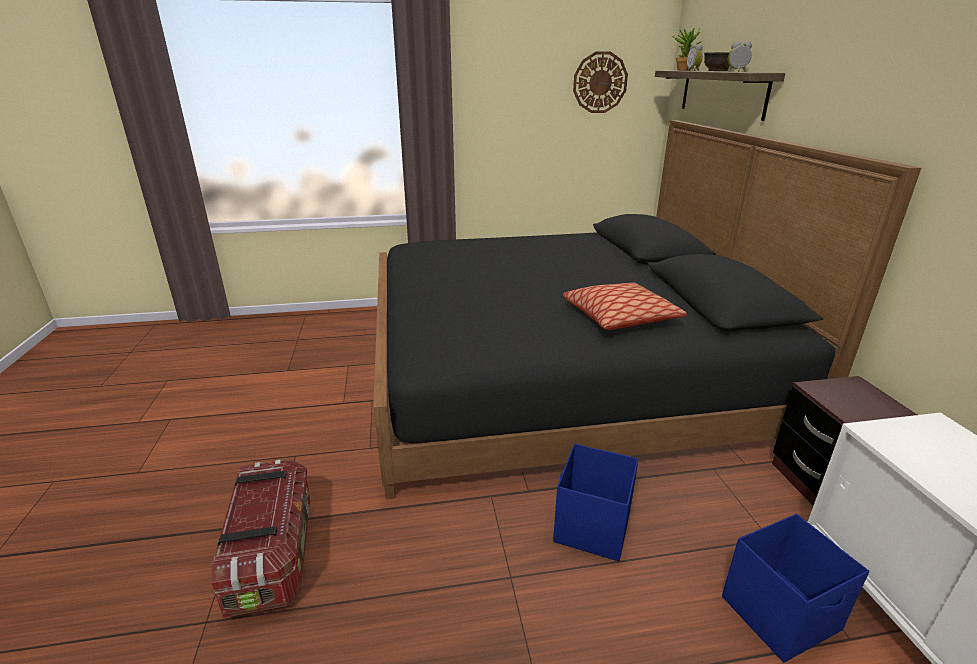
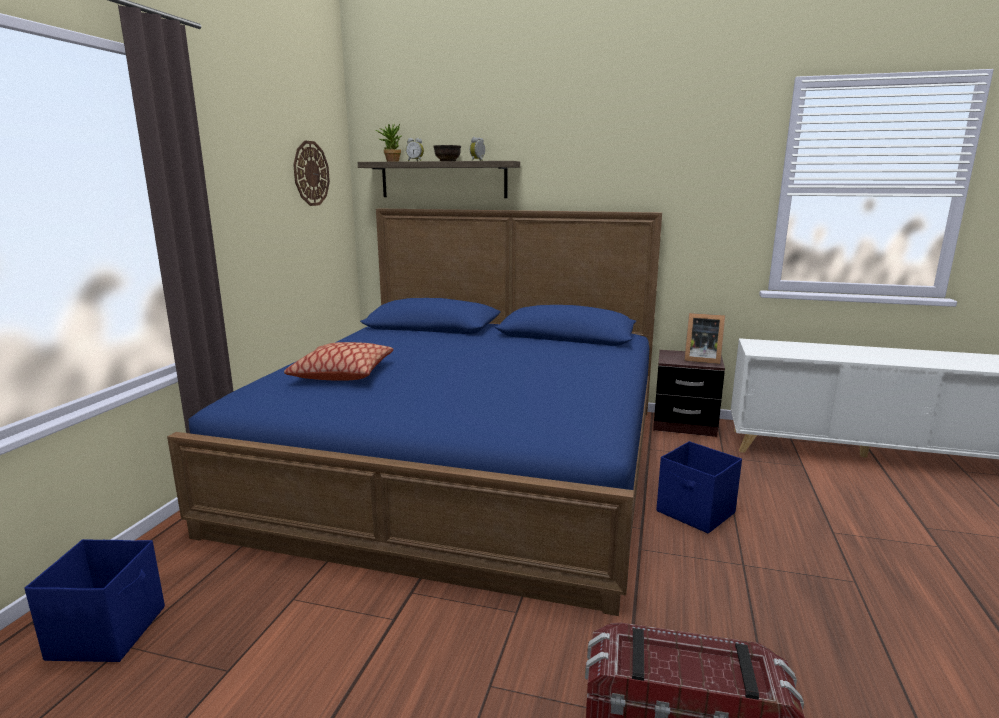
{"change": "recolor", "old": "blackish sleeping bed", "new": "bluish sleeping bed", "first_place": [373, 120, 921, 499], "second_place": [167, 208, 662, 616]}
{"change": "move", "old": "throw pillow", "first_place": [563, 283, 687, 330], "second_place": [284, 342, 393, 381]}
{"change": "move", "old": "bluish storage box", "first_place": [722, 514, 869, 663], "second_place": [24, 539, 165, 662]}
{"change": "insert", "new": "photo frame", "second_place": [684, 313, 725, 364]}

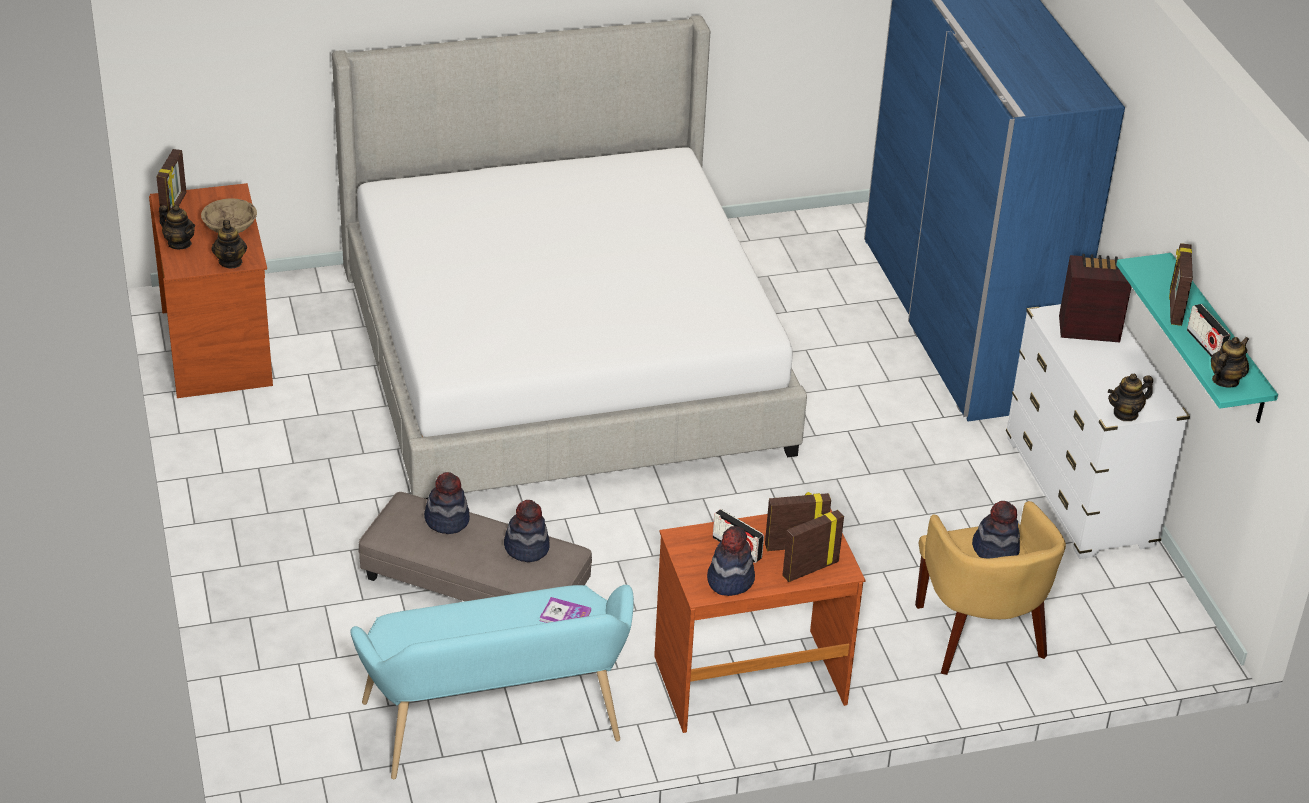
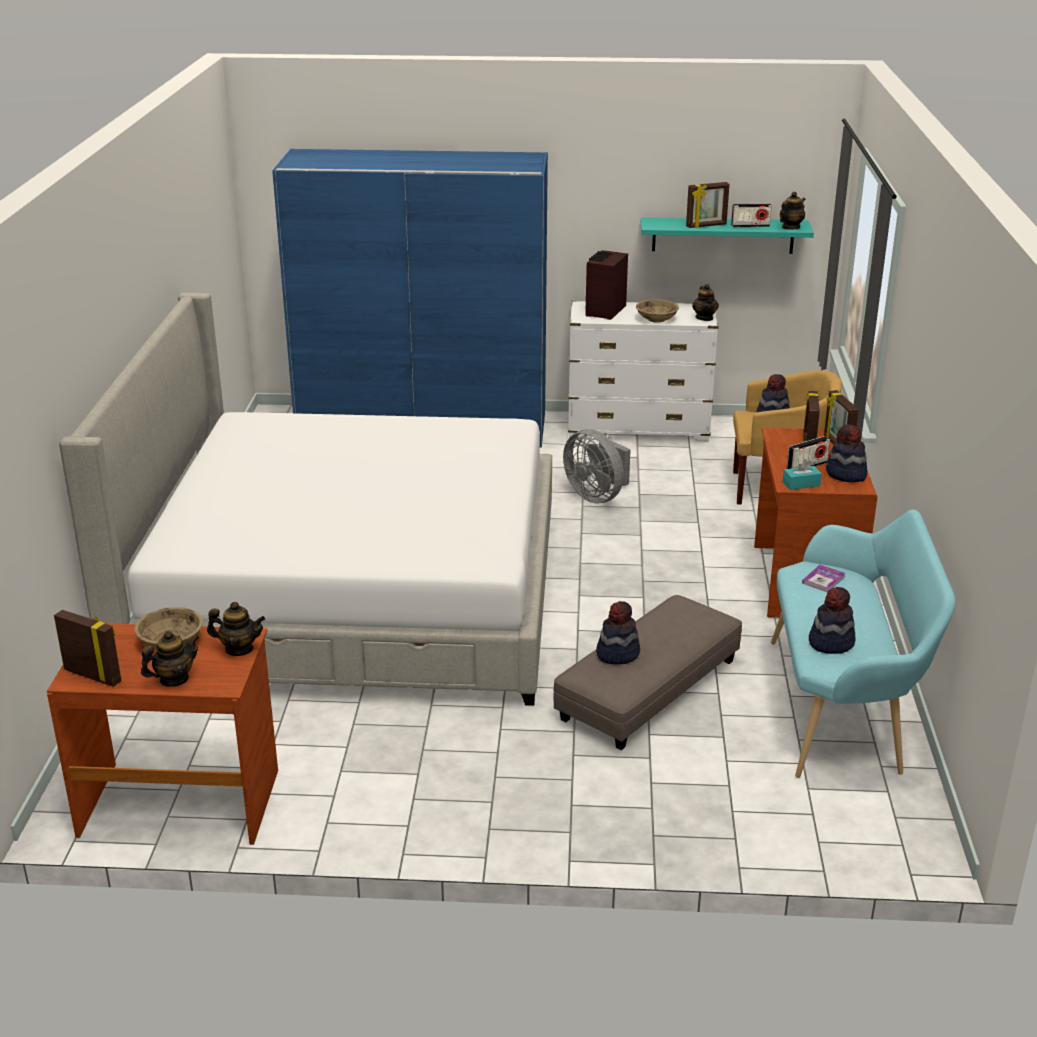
{"change": "rotate", "old": "photo frame", "first_place": [1169, 243, 1193, 326], "second_place": [686, 182, 729, 228], "degrees": -45}
{"change": "rotate", "old": "tea pot", "first_place": [1211, 337, 1249, 388], "second_place": [780, 192, 805, 230], "degrees": 75}
{"change": "move", "old": "hat", "first_place": [504, 500, 550, 562], "second_place": [809, 587, 856, 654]}
{"change": "insert", "new": "beige deep dish", "second_place": [636, 299, 679, 323]}
{"change": "insert", "new": "greyish fan", "second_place": [563, 429, 631, 503]}
{"change": "insert", "new": "turquoise tissue holder", "second_place": [783, 459, 822, 490]}

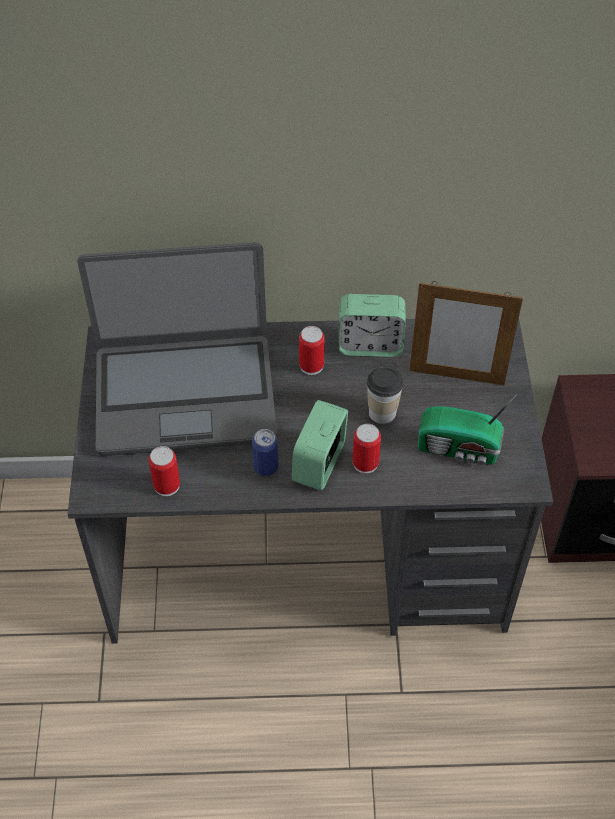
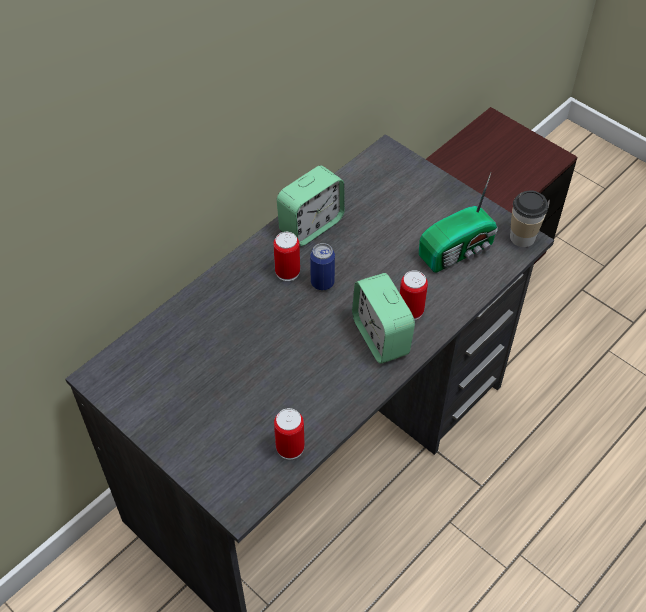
{"change": "delete", "old": "portable computer", "first_place": [77, 242, 277, 456]}
{"change": "delete", "old": "photo frame", "first_place": [410, 281, 523, 385]}
{"change": "move", "old": "drinking cup", "first_place": [367, 367, 403, 424], "second_place": [510, 190, 548, 247]}
{"change": "move", "old": "can", "first_place": [252, 429, 278, 476], "second_place": [310, 243, 335, 290]}

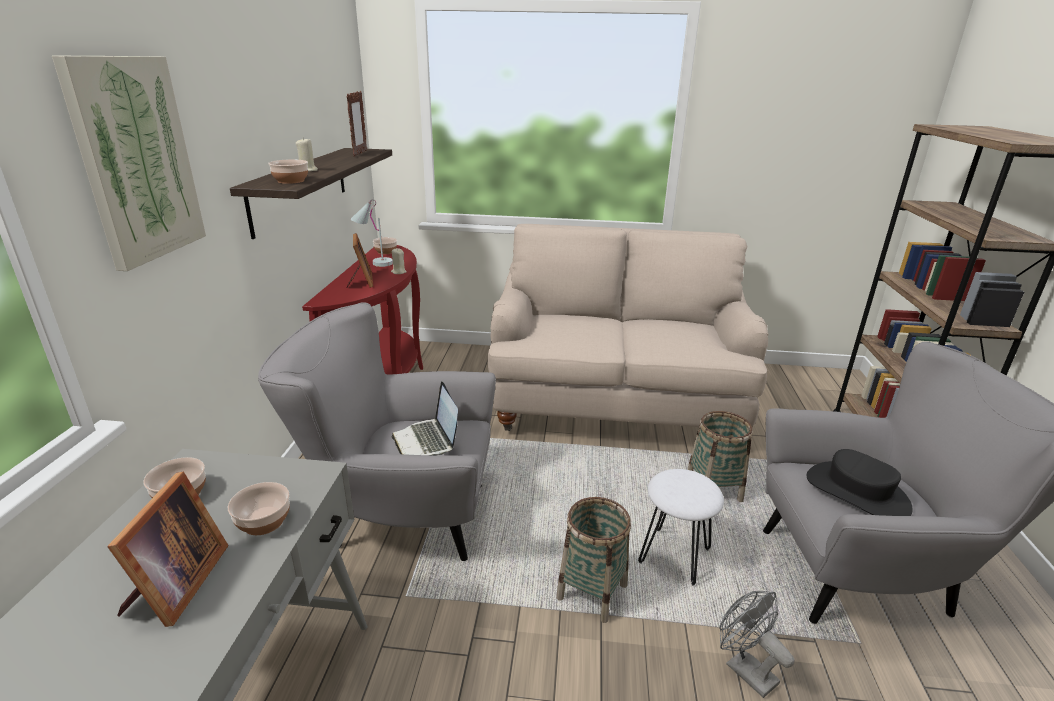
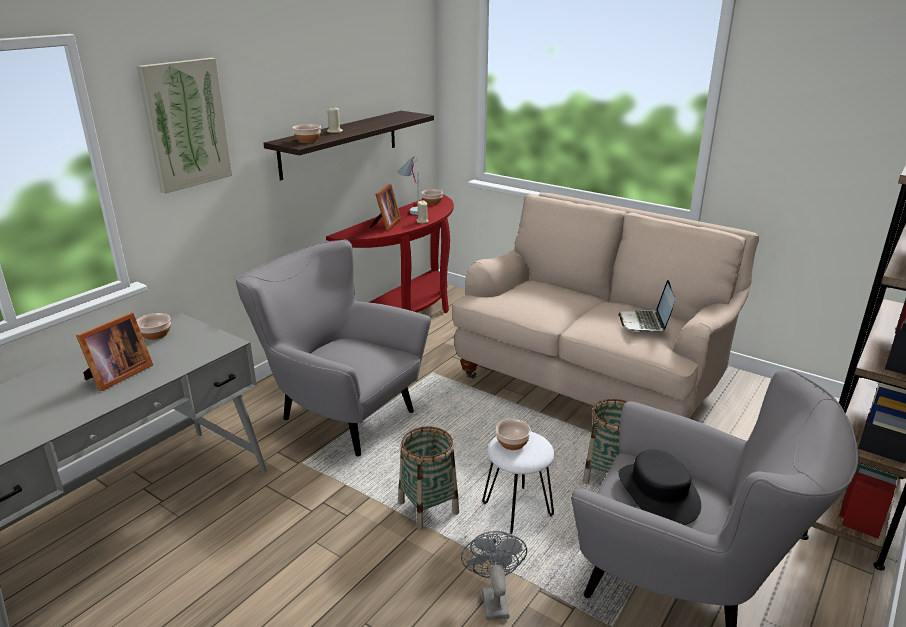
{"change": "delete", "old": "photo frame", "first_place": [346, 91, 367, 156]}
{"change": "move", "old": "portable computer", "first_place": [391, 382, 458, 455], "second_place": [618, 280, 675, 332]}
{"change": "move", "old": "deep dish", "first_place": [228, 482, 290, 535], "second_place": [496, 419, 531, 450]}

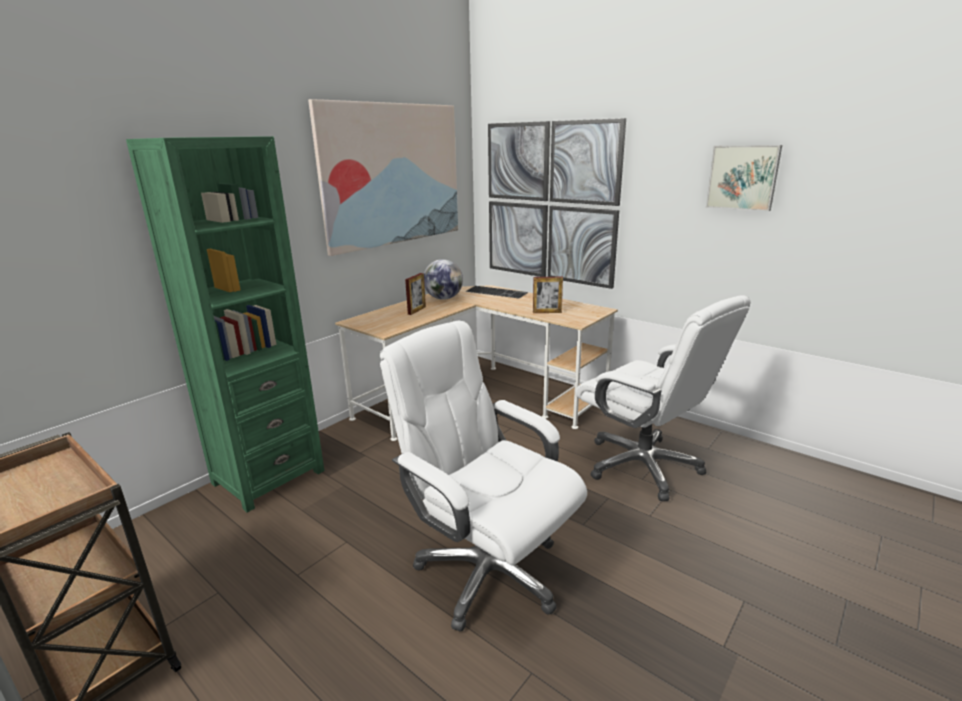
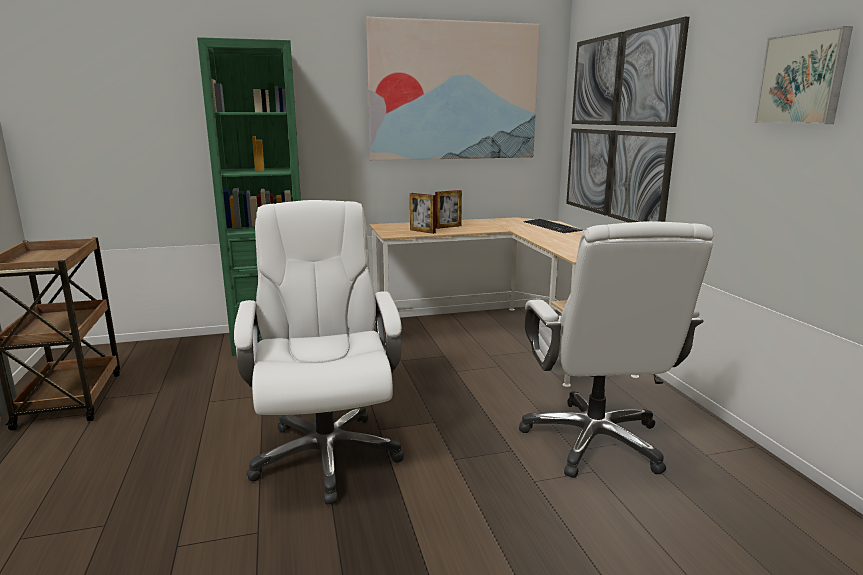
{"change": "delete", "old": "world globe", "first_place": [424, 259, 463, 300]}
{"change": "move", "old": "photo frame", "first_place": [533, 277, 563, 313], "second_place": [410, 193, 436, 234]}

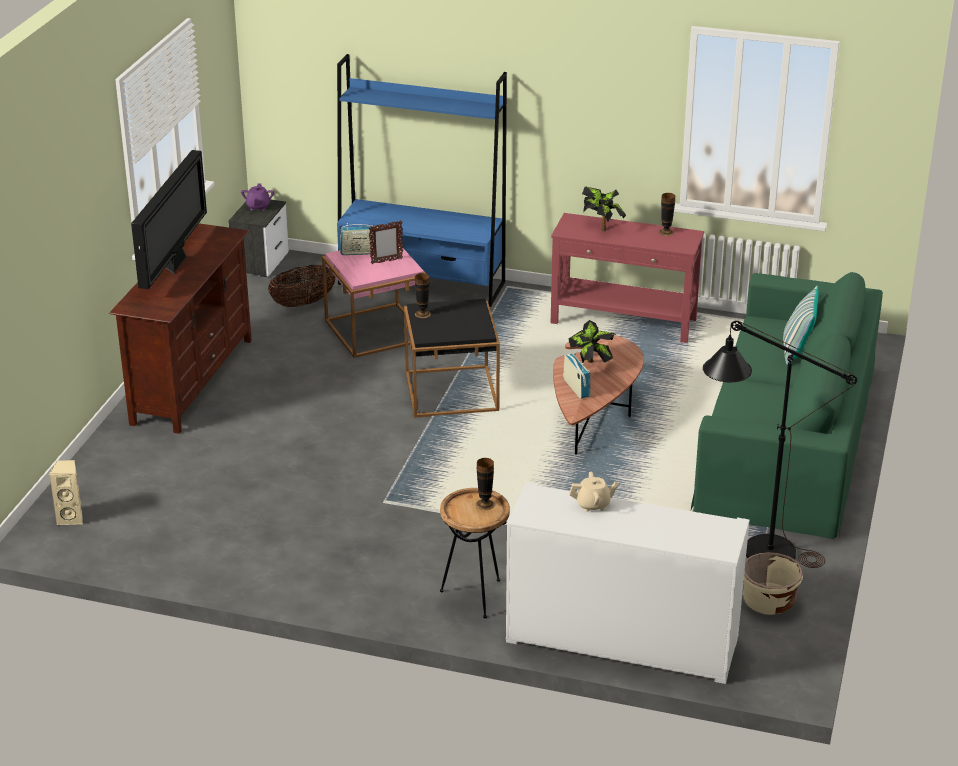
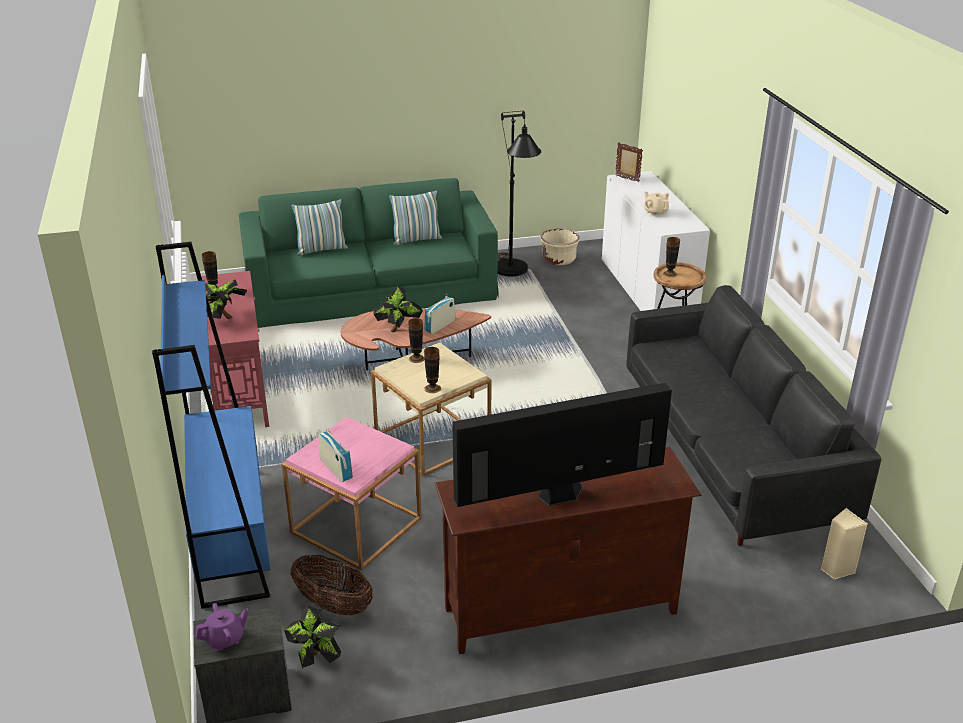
{"change": "move", "old": "photo frame", "first_place": [369, 220, 403, 264], "second_place": [615, 142, 643, 182]}
{"change": "recolor", "old": "blackish side table", "new": "beige side table", "first_place": [404, 299, 500, 418], "second_place": [371, 342, 491, 476]}
{"change": "insert", "new": "throw pillow", "second_place": [389, 190, 442, 246]}
{"change": "insert", "new": "blackish couch", "second_place": [627, 285, 882, 546]}
{"change": "insert", "new": "decorative vase", "second_place": [408, 318, 424, 363]}
{"change": "insert", "new": "houseplant", "second_place": [284, 606, 342, 669]}

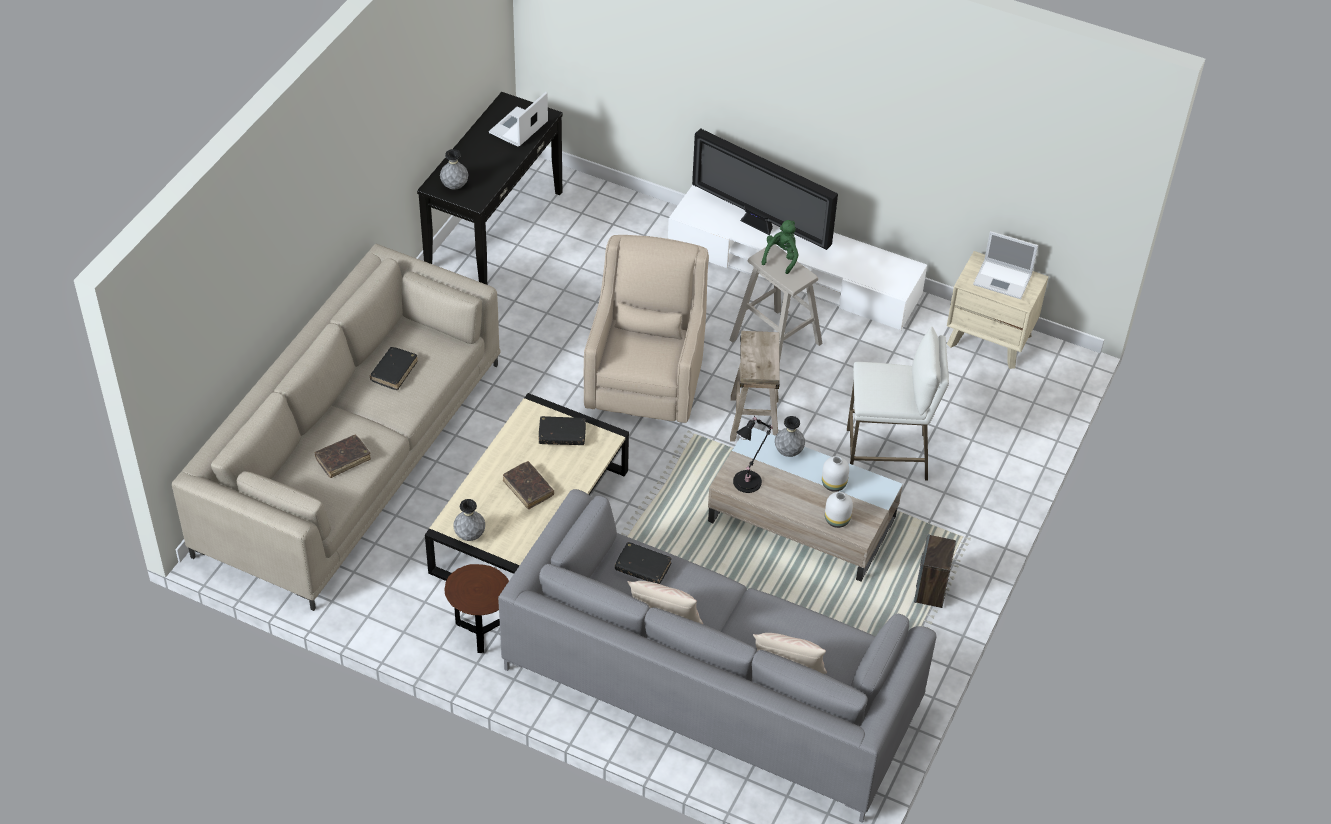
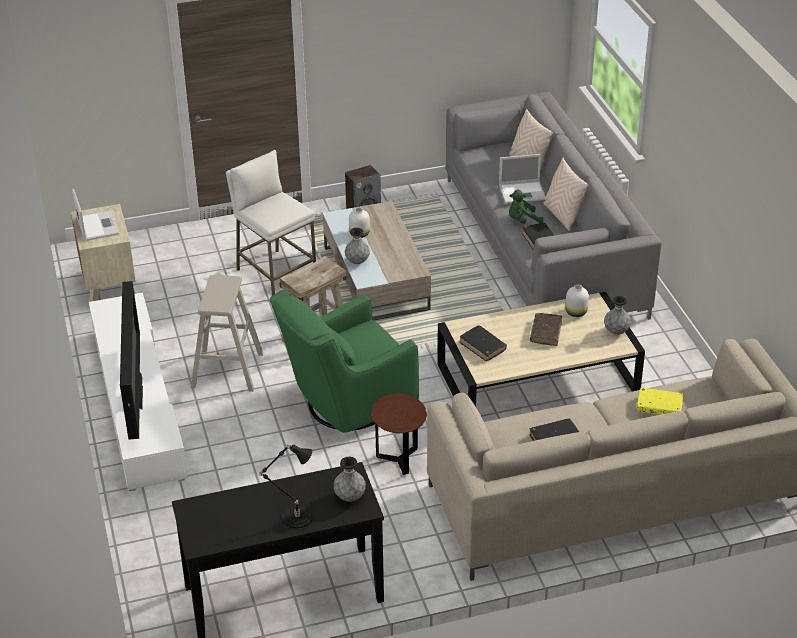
{"change": "move", "old": "portable computer", "first_place": [489, 92, 548, 147], "second_place": [499, 154, 546, 204]}
{"change": "move", "old": "greenish plush toy", "first_place": [761, 220, 799, 274], "second_place": [509, 189, 543, 224]}
{"change": "recolor", "old": "beige lounge chair", "new": "greenish lounge chair", "first_place": [583, 235, 709, 423], "second_place": [270, 289, 419, 433]}
{"change": "move", "old": "blackish lamp for a table", "first_place": [733, 416, 773, 493], "second_place": [259, 445, 313, 528]}
{"change": "recolor", "old": "brownish volume", "new": "yellow volume", "first_place": [314, 435, 371, 478], "second_place": [637, 388, 683, 415]}
{"change": "move", "old": "white decorative vase", "first_place": [825, 492, 853, 528], "second_place": [565, 285, 589, 317]}
{"change": "move", "old": "brownish side table", "first_place": [444, 564, 509, 653], "second_place": [371, 394, 427, 475]}

